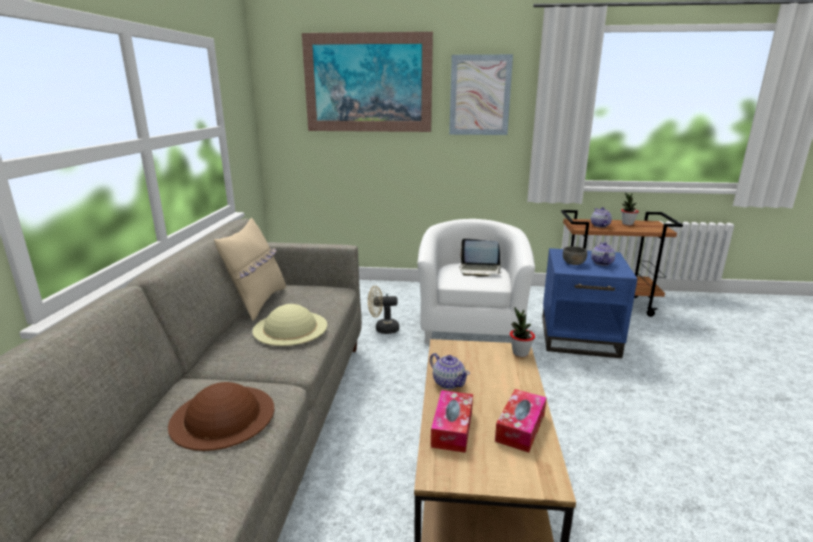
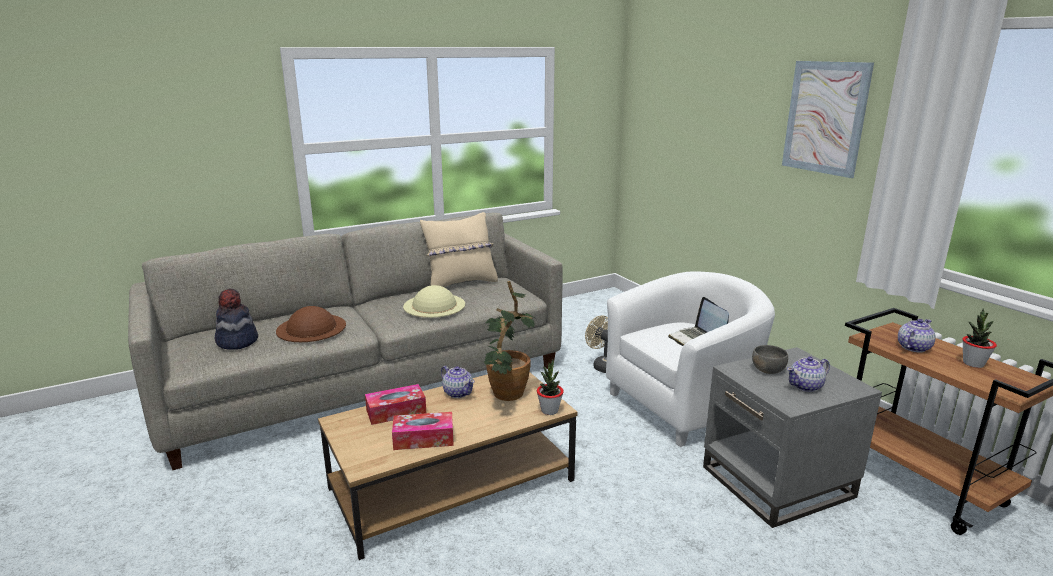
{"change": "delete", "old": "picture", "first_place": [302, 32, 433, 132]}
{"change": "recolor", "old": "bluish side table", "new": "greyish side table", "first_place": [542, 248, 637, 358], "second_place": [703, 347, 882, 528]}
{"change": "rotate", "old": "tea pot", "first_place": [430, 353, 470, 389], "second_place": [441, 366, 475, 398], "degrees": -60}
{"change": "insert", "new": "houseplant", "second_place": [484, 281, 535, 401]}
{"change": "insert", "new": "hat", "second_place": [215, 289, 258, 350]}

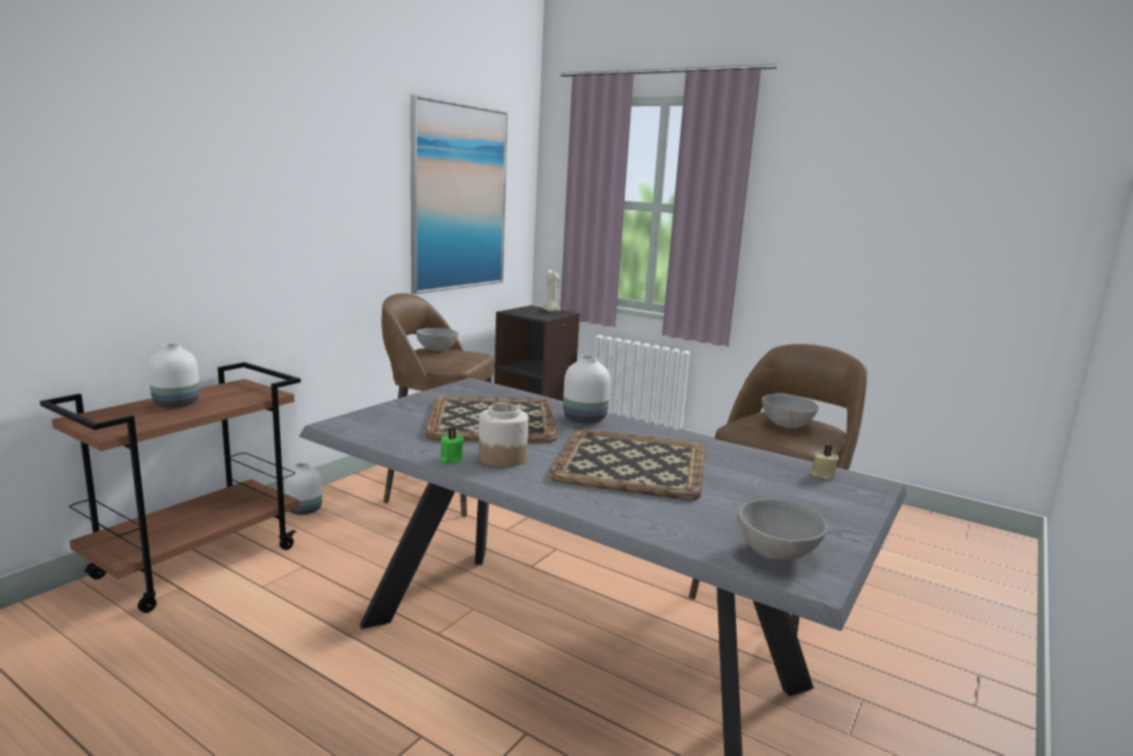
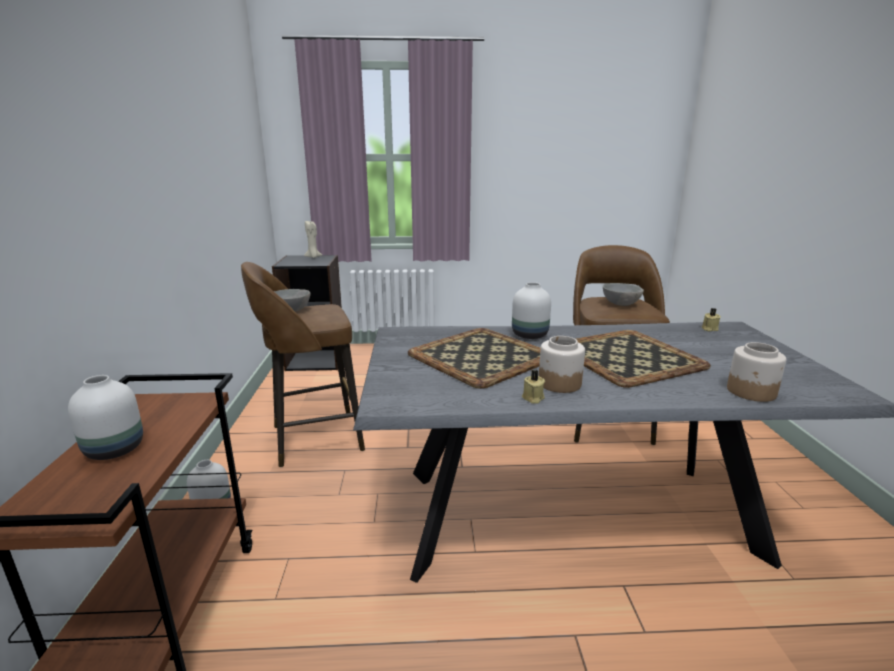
{"change": "delete", "old": "picture", "first_place": [410, 95, 508, 294]}
{"change": "recolor", "old": "greenish wax candle", "new": "beige wax candle", "first_place": [439, 427, 464, 463], "second_place": [522, 370, 545, 404]}
{"change": "delete", "old": "greyish deep dish", "first_place": [737, 499, 828, 561]}
{"change": "insert", "new": "preserve jar", "second_place": [727, 342, 786, 402]}

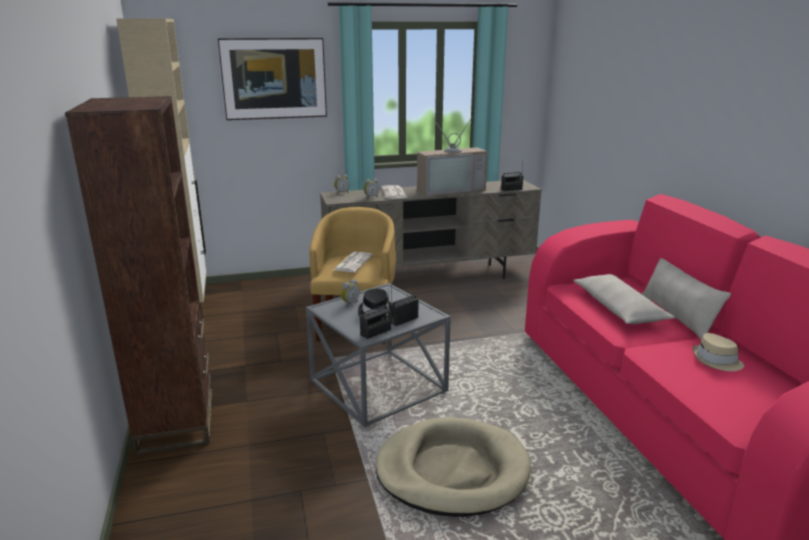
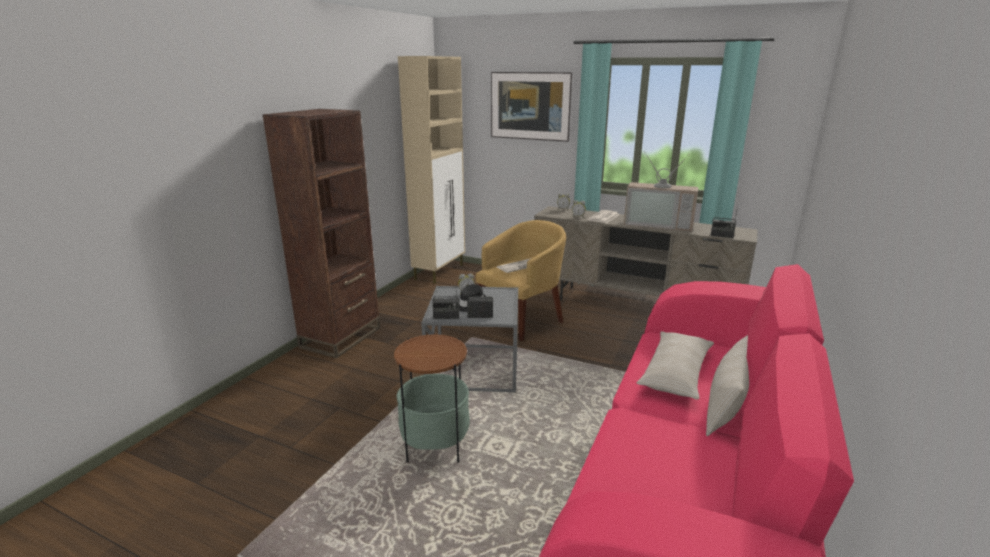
{"change": "delete", "old": "beige hat", "first_place": [693, 333, 744, 371]}
{"change": "replace", "old": "beige dog cushion", "new": "side table", "first_place": [376, 417, 531, 517], "second_place": [394, 334, 470, 463]}

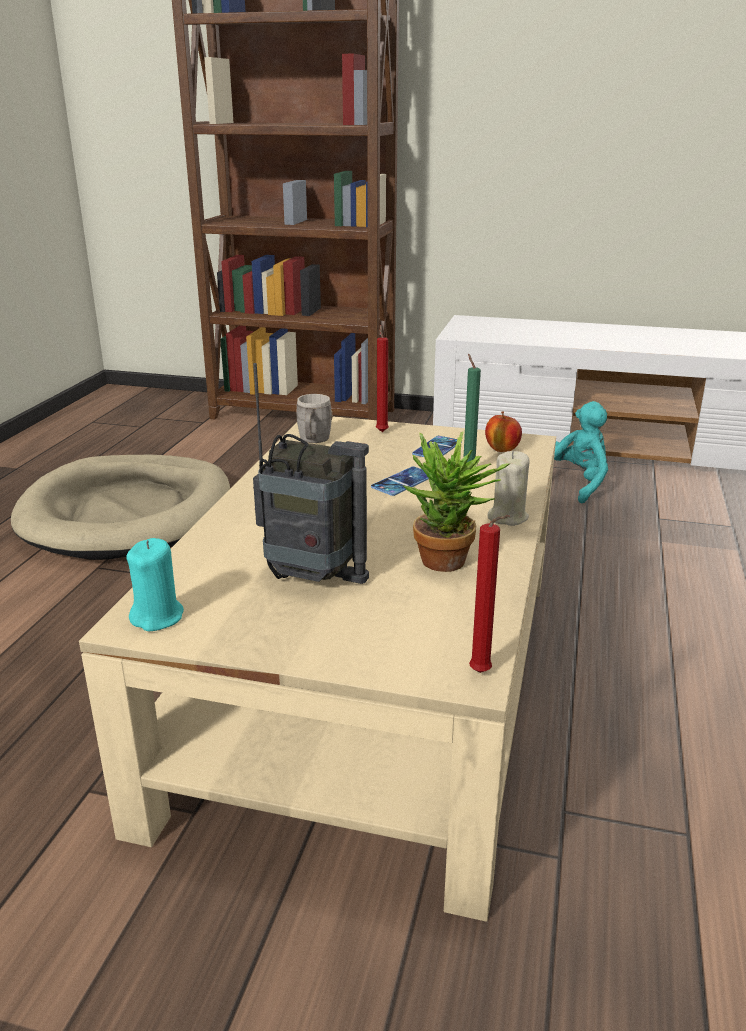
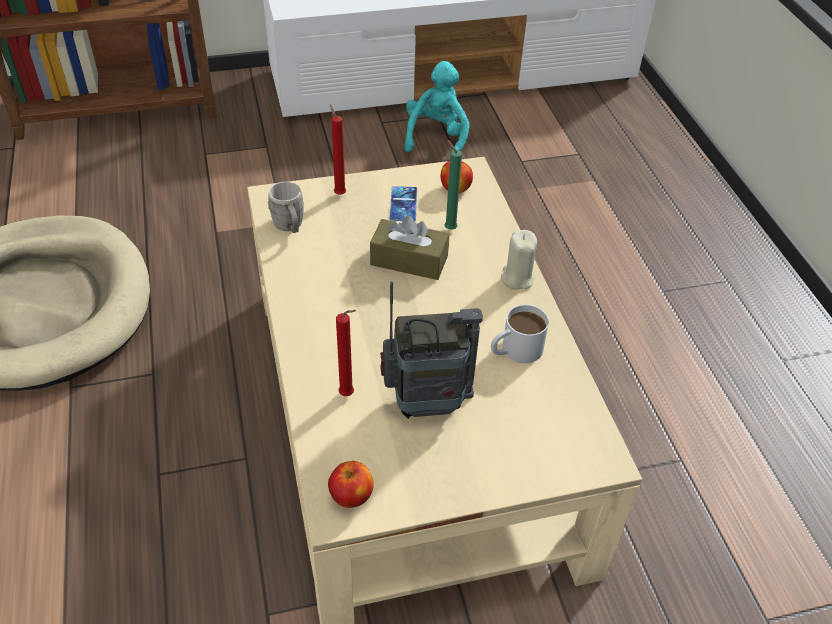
{"change": "replace", "old": "houseplant", "new": "white tea mug", "first_place": [403, 432, 510, 572], "second_place": [491, 304, 549, 363]}
{"change": "replace", "old": "handset", "new": "brownish tissue holder", "first_place": [371, 467, 429, 496], "second_place": [370, 216, 449, 280]}
{"change": "move", "old": "reddish wax candle", "first_place": [469, 515, 510, 673], "second_place": [336, 310, 357, 396]}
{"change": "replace", "old": "turquoise wax candle", "new": "apple fruit", "first_place": [127, 538, 184, 631], "second_place": [328, 461, 374, 508]}

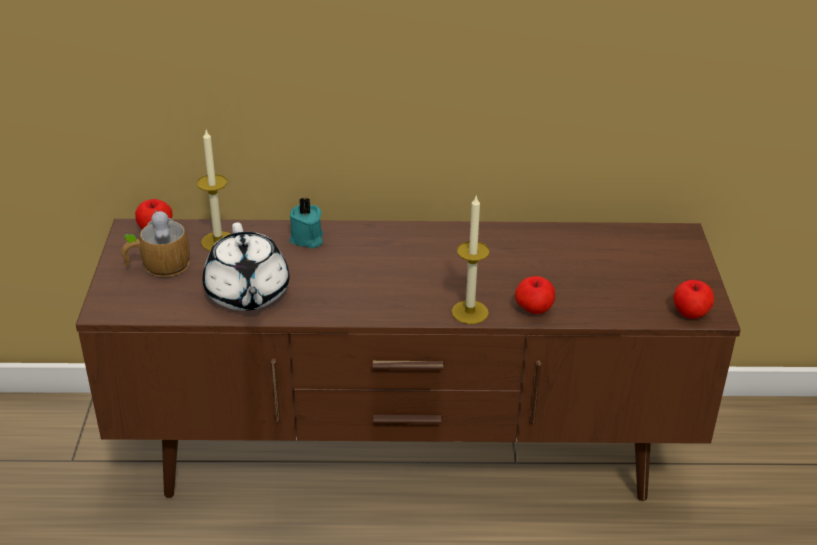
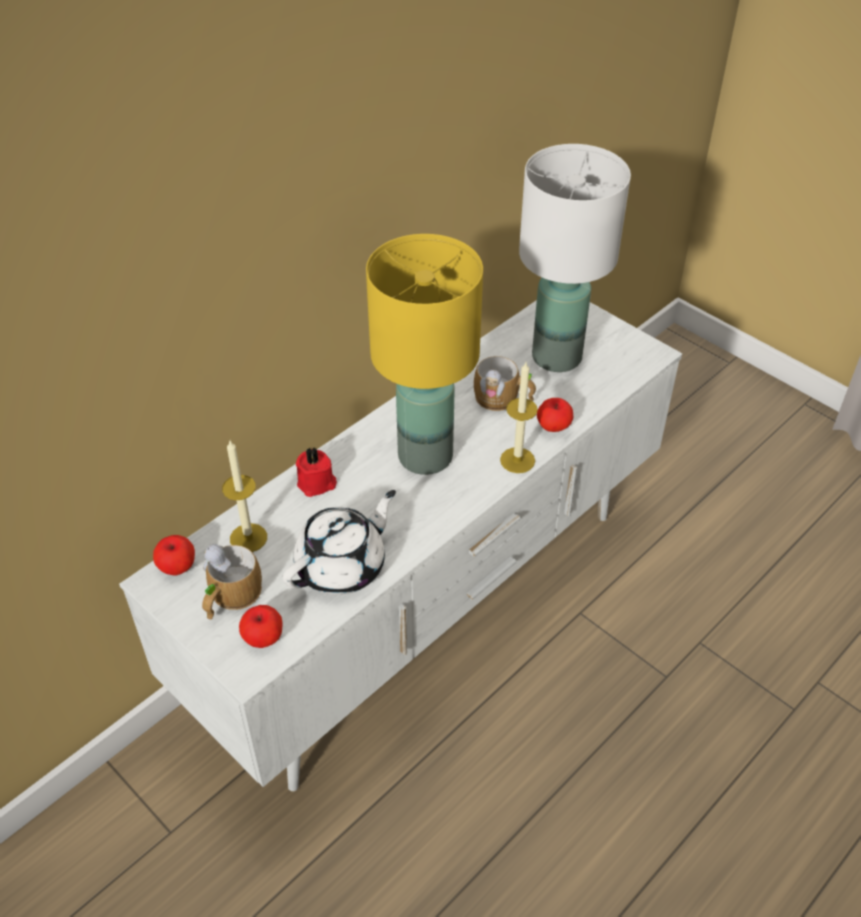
{"change": "recolor", "old": "turquoise wax candle", "new": "reddish wax candle", "first_place": [289, 197, 323, 248], "second_place": [296, 447, 337, 497]}
{"change": "recolor", "old": "brownish media console", "new": "white media console", "first_place": [76, 219, 741, 501], "second_place": [119, 300, 683, 792]}
{"change": "rotate", "old": "white tea pot", "first_place": [203, 222, 289, 311], "second_place": [283, 490, 396, 595], "degrees": -75}
{"change": "move", "old": "apple fruit", "first_place": [673, 280, 715, 319], "second_place": [239, 605, 283, 648]}
{"change": "insert", "new": "white lamp for a table", "second_place": [519, 144, 631, 372]}
{"change": "insert", "new": "yellow lamp for a table", "second_place": [366, 234, 483, 475]}
{"change": "insert", "new": "tea mug", "second_place": [474, 356, 536, 411]}

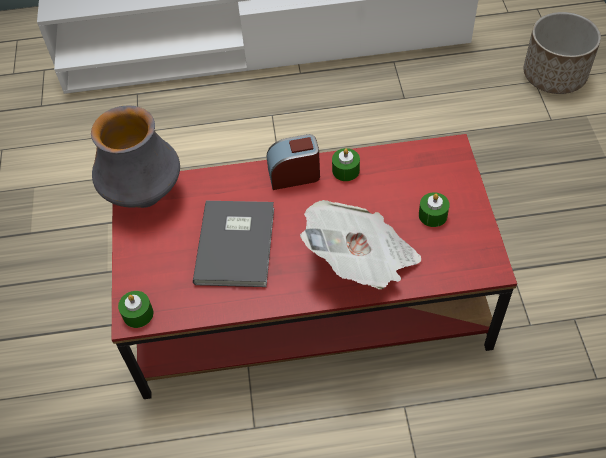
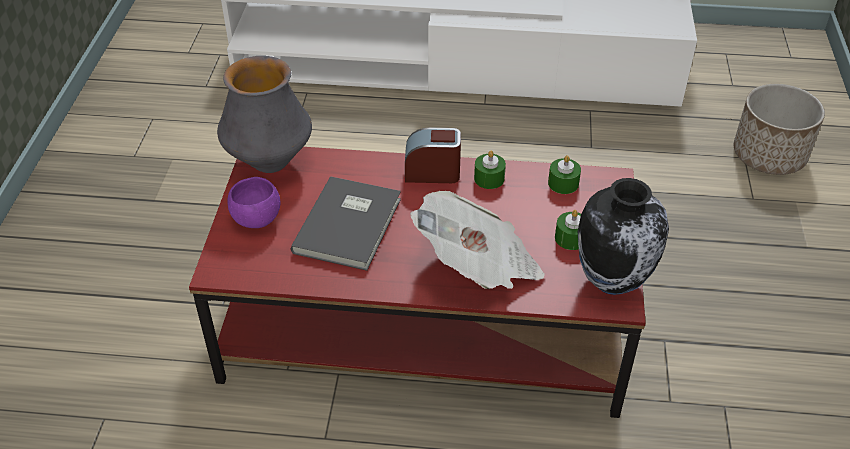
{"change": "move", "old": "greenish wax candle", "first_place": [118, 291, 153, 328], "second_place": [548, 155, 581, 194]}
{"change": "insert", "new": "purplish deep dish", "second_place": [227, 177, 280, 228]}
{"change": "insert", "new": "decorative vase", "second_place": [578, 178, 669, 295]}

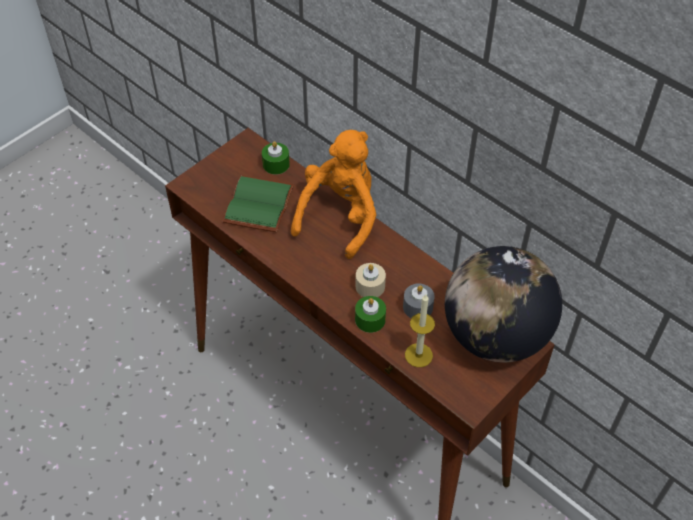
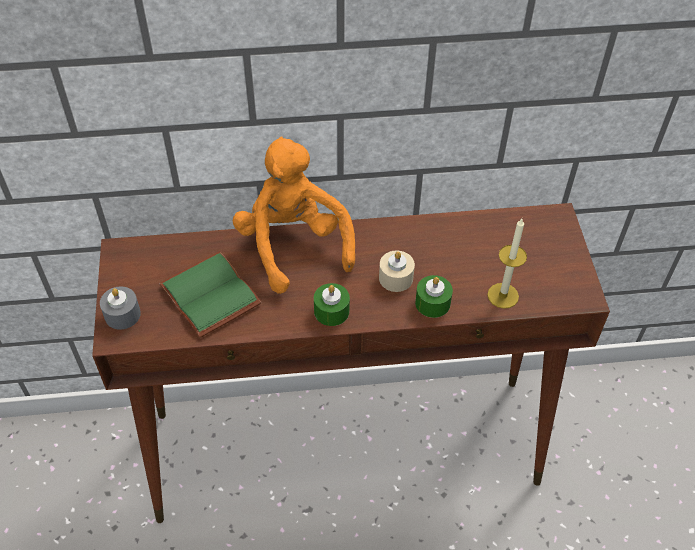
{"change": "move", "old": "greenish wax candle", "first_place": [262, 141, 290, 175], "second_place": [314, 283, 350, 326]}
{"change": "delete", "old": "world globe", "first_place": [445, 246, 562, 363]}
{"change": "move", "old": "greyish wax candle", "first_place": [403, 283, 435, 318], "second_place": [100, 286, 141, 330]}

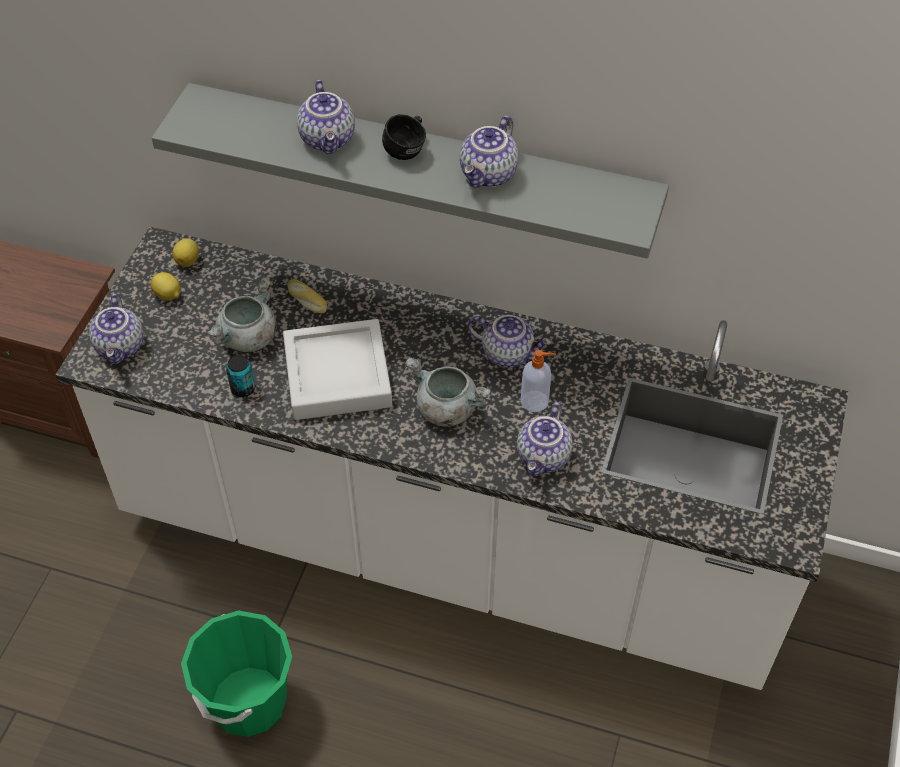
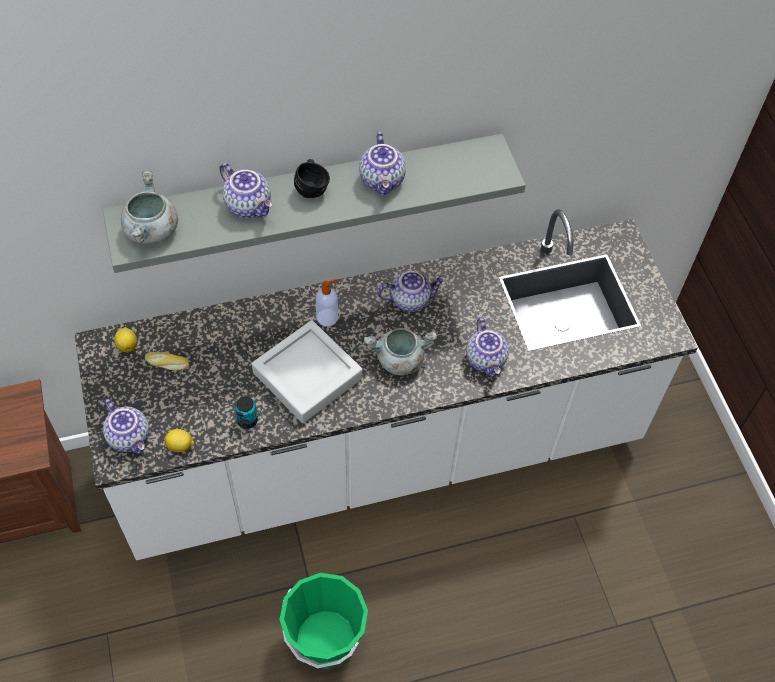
{"change": "move", "old": "whole lemon", "first_place": [151, 272, 180, 301], "second_place": [165, 429, 194, 452]}
{"change": "move", "old": "greyish cooking pot", "first_place": [207, 277, 277, 352], "second_place": [121, 171, 178, 244]}
{"change": "move", "old": "bread", "first_place": [287, 279, 327, 313], "second_place": [145, 352, 189, 370]}
{"change": "move", "old": "liquid soap bottle", "first_place": [521, 350, 556, 412], "second_place": [316, 278, 338, 327]}

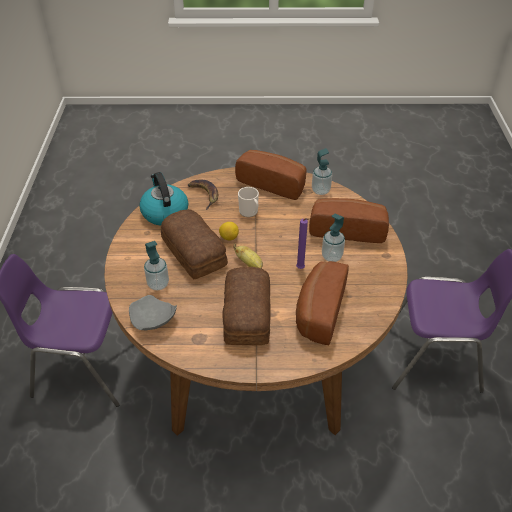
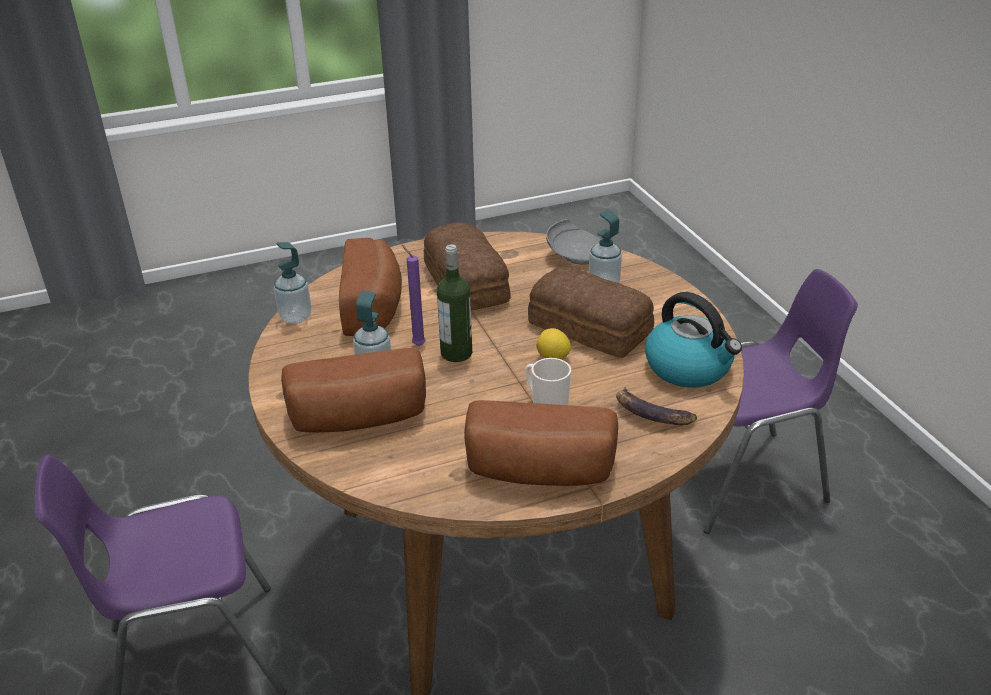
{"change": "move", "old": "liquid soap bottle", "first_place": [312, 148, 332, 195], "second_place": [274, 242, 311, 324]}
{"change": "delete", "old": "banana", "first_place": [233, 244, 263, 269]}
{"change": "insert", "new": "bottle", "second_place": [437, 244, 472, 362]}

